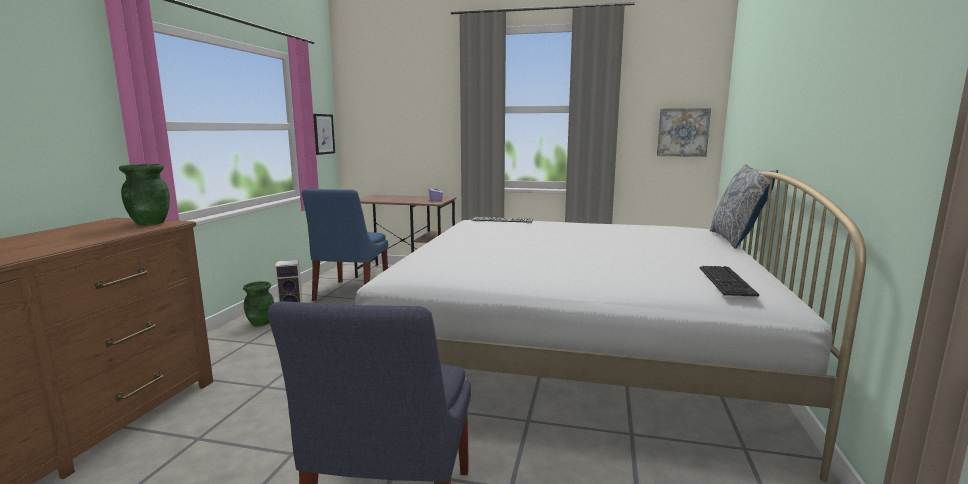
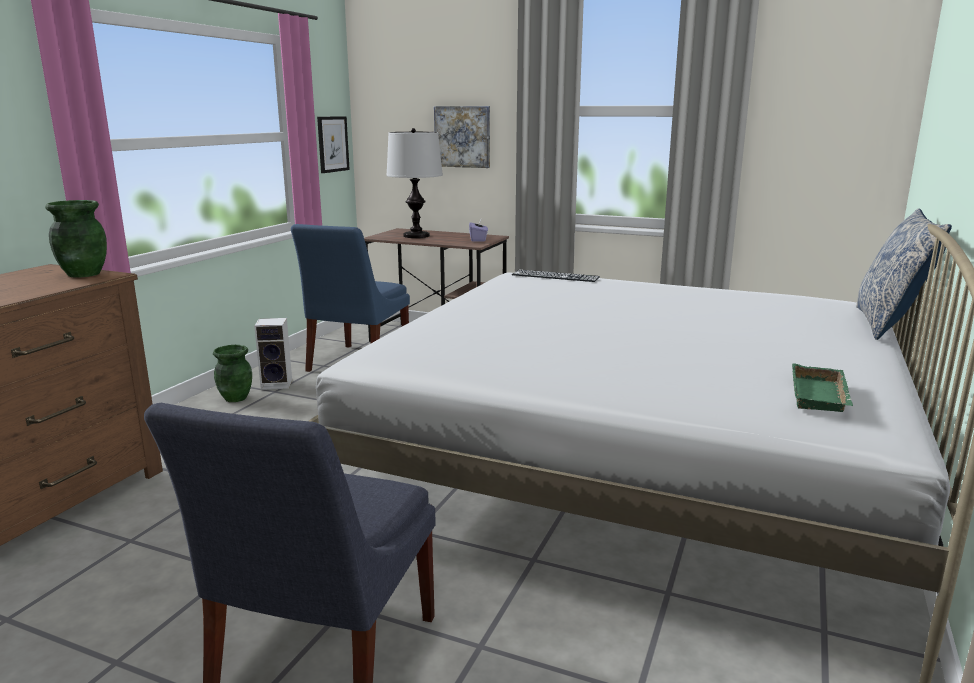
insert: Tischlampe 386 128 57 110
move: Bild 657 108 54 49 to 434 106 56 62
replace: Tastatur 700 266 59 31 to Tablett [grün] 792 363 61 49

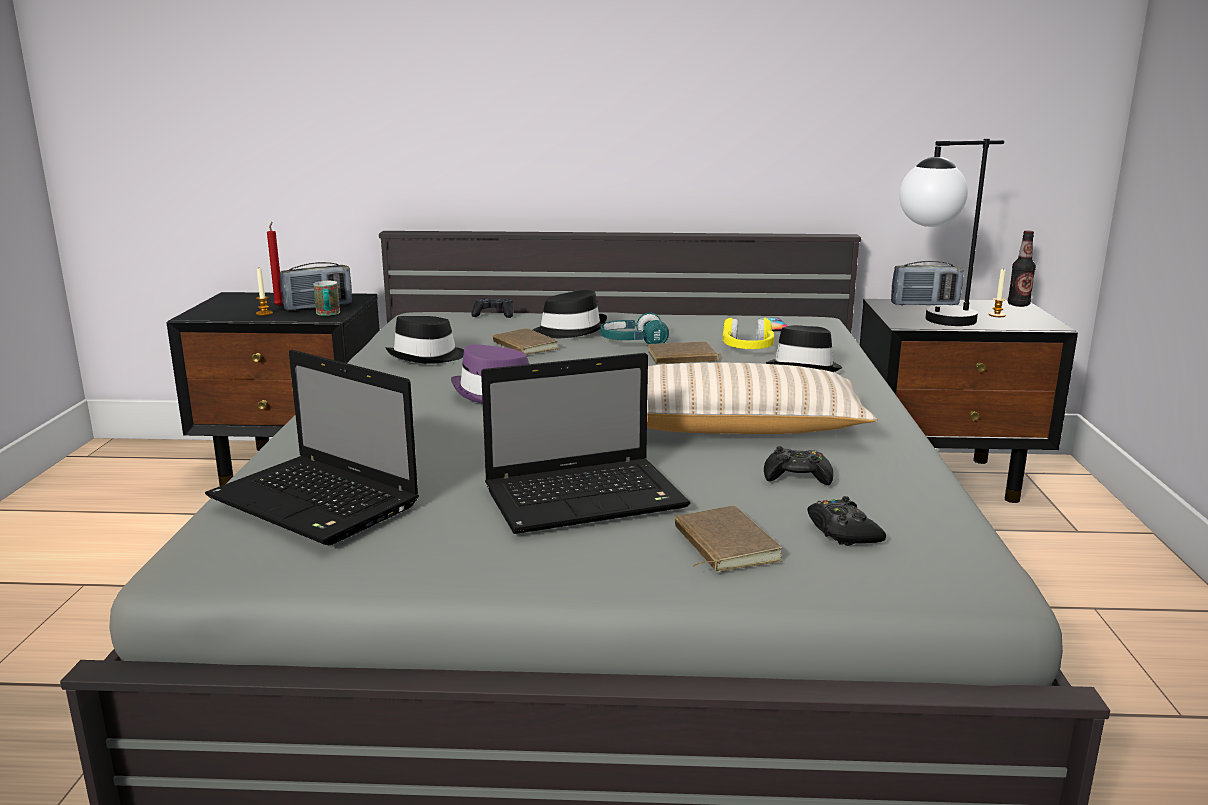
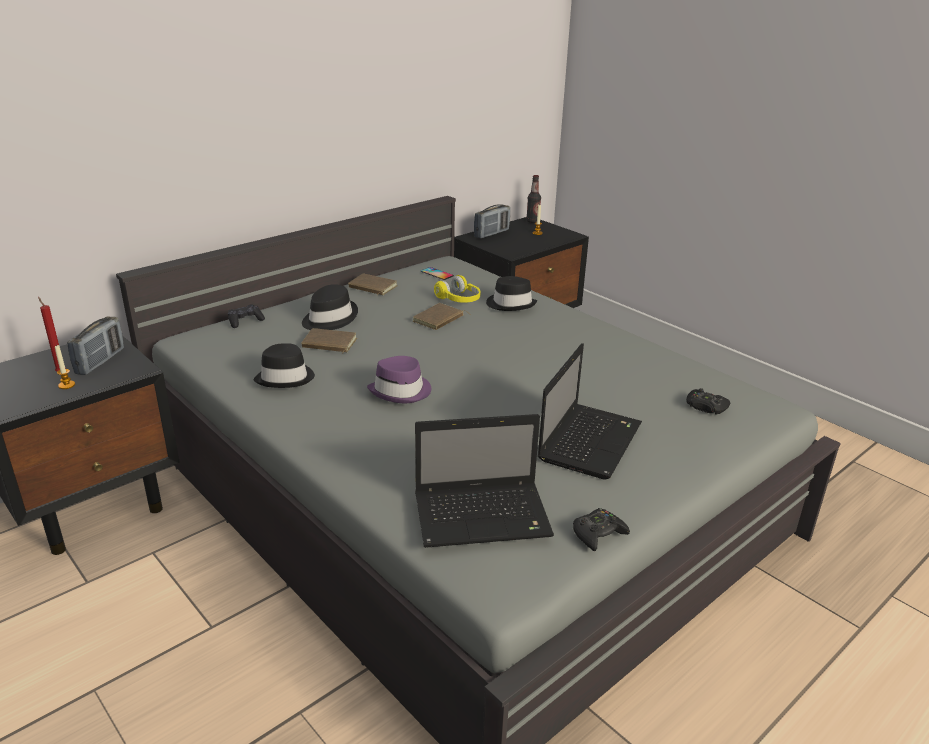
delete: Tischlampe 899 138 105 188; Henkelbecher 313 281 27 35; Kopfhörer [türkis] 600 313 69 31; Kissen [beige] 647 362 230 72
move: Gamepad [schwarz] 764 446 70 39 to 573 508 57 43; Buch [braun] 674 506 108 66 to 348 274 49 21

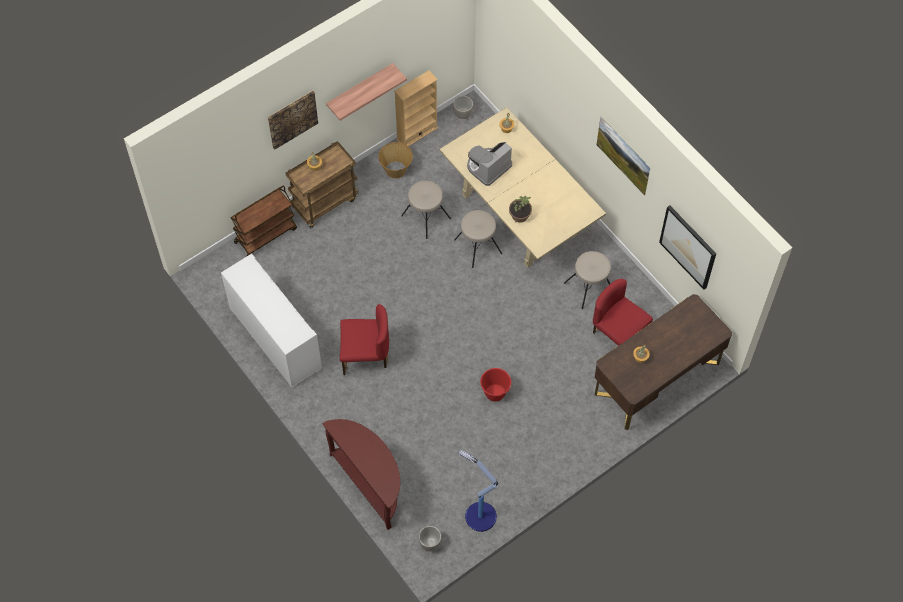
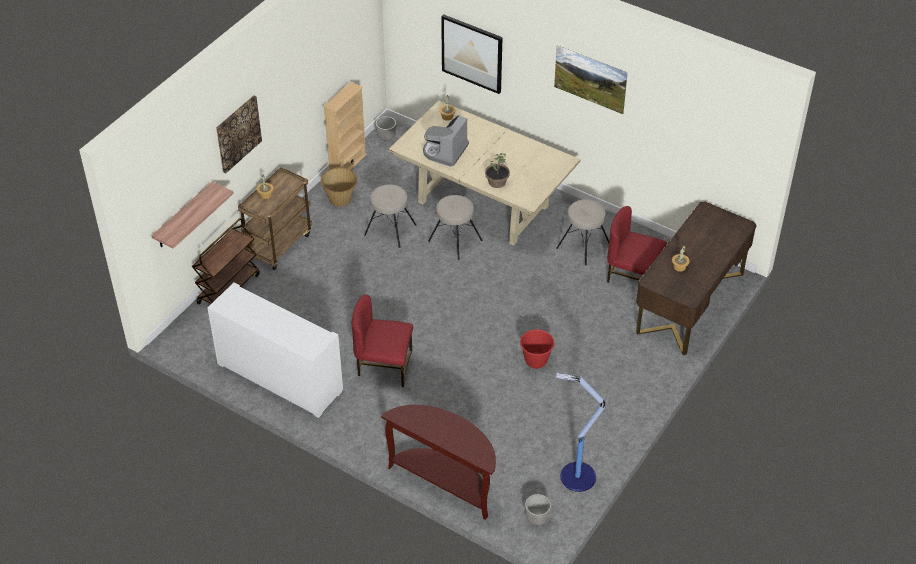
move: Wandregal 326 63 81 58 to 151 181 83 68; Bild 659 205 57 85 to 441 14 62 80
rotate: Stuhl [rot] 340 304 49 71 = 352 295 61 92 150 degrees counterclockwise

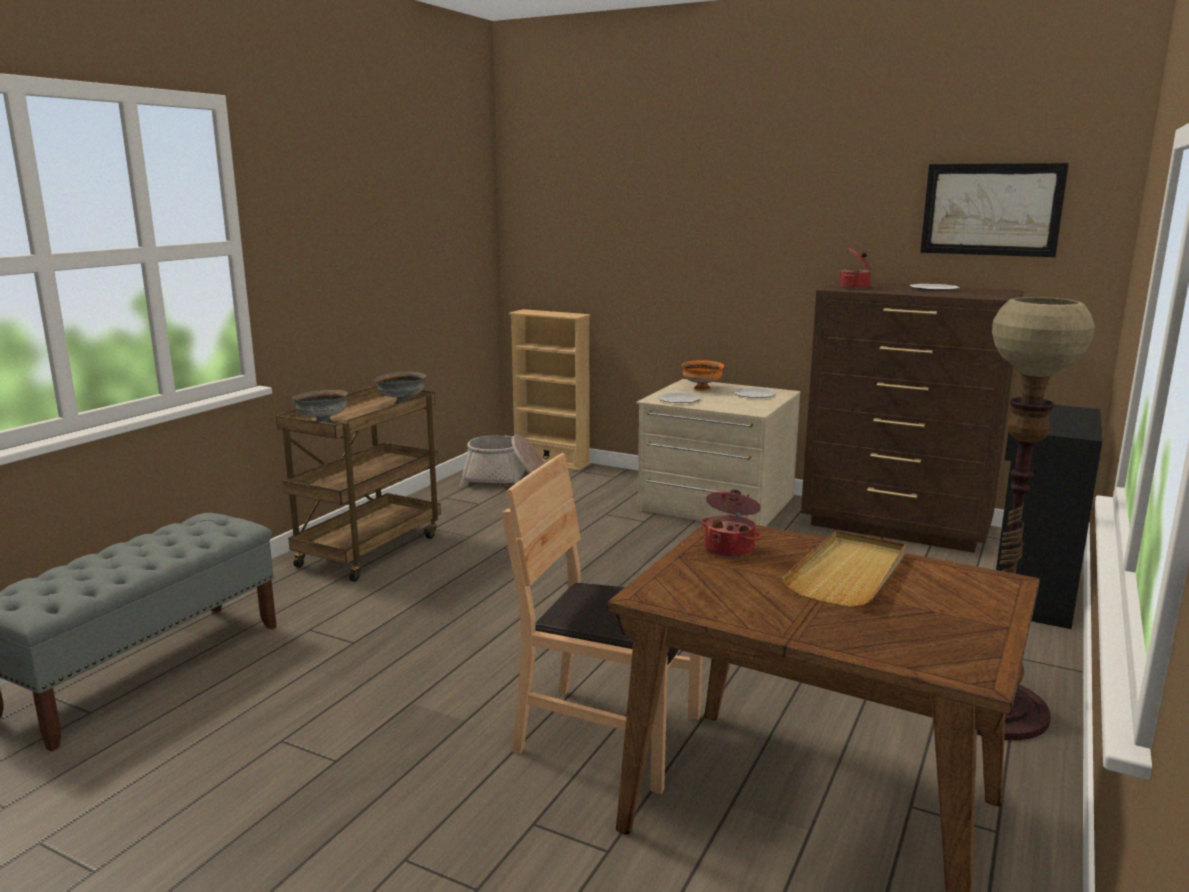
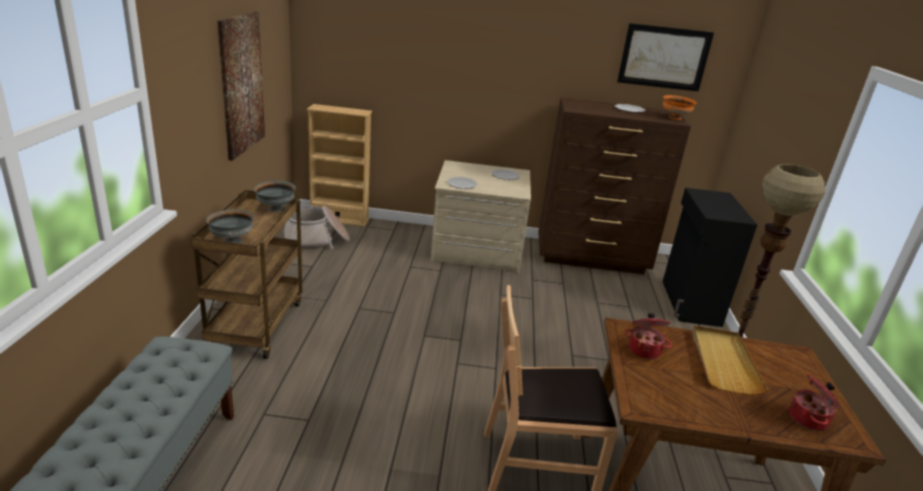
insert: Bild 217 12 48 149
move: Kochtopf 839 248 32 41 to 789 374 52 57; Schüssel [orange] 681 361 43 30 to 663 95 34 25

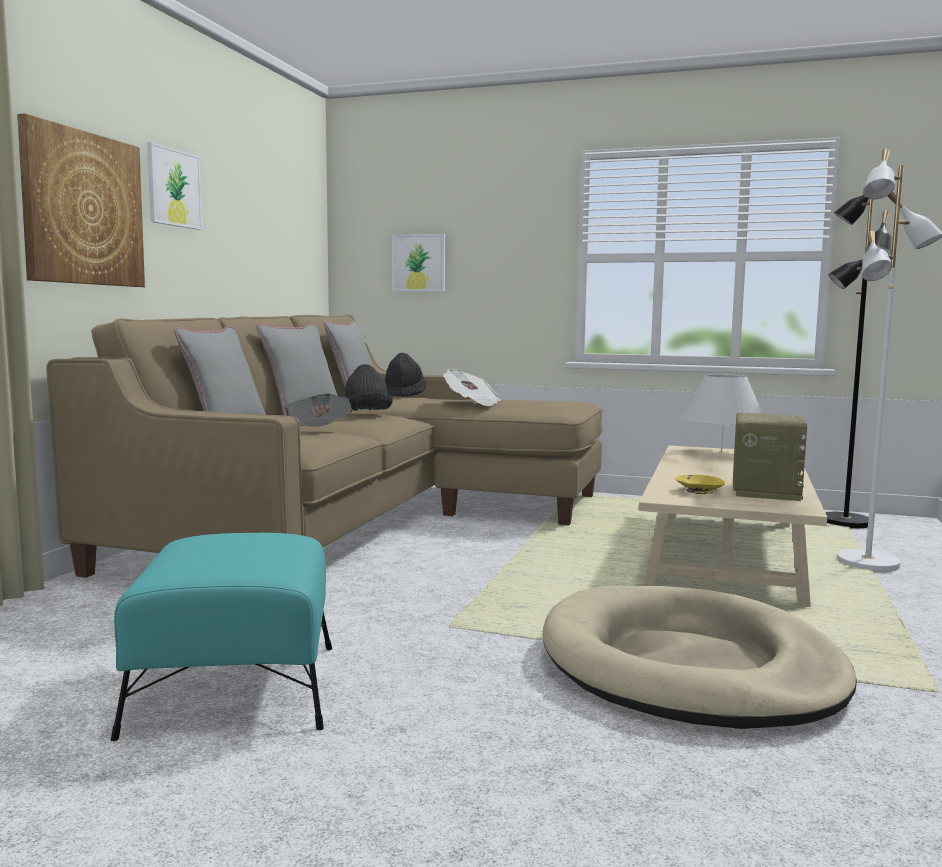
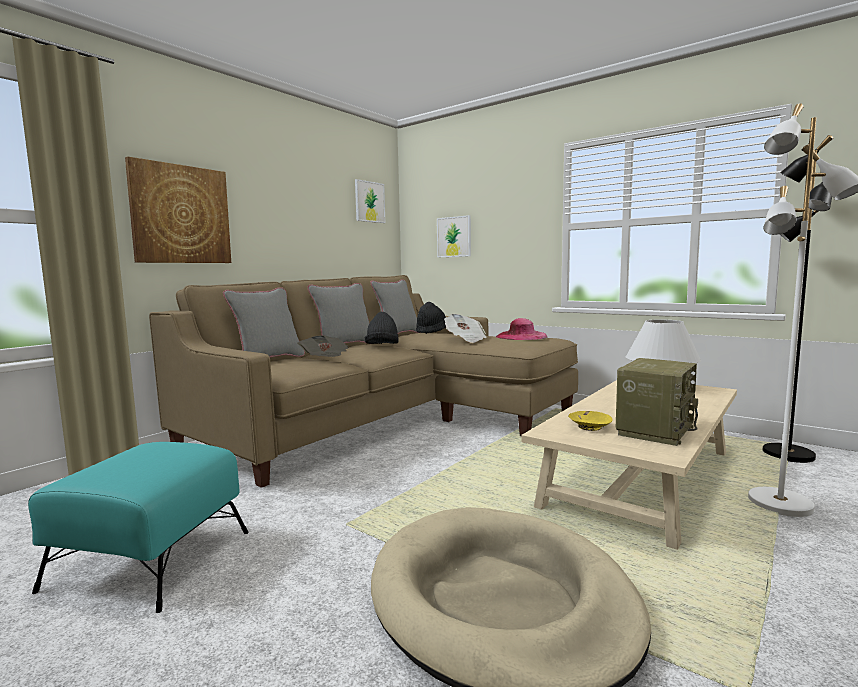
insert: Hut [rosa] 496 318 51 22
move: Bild 147 142 55 88 to 355 179 30 44

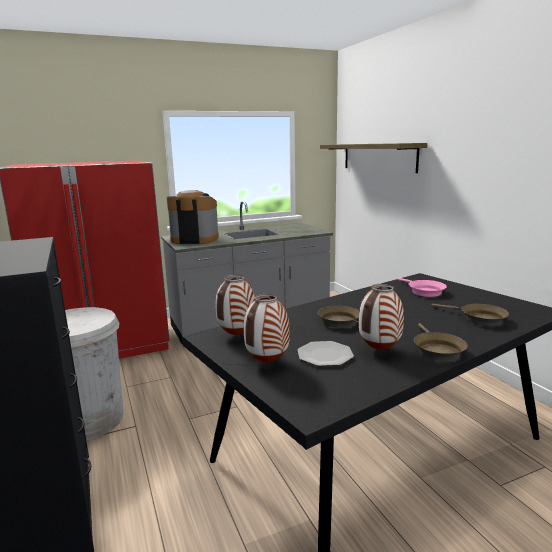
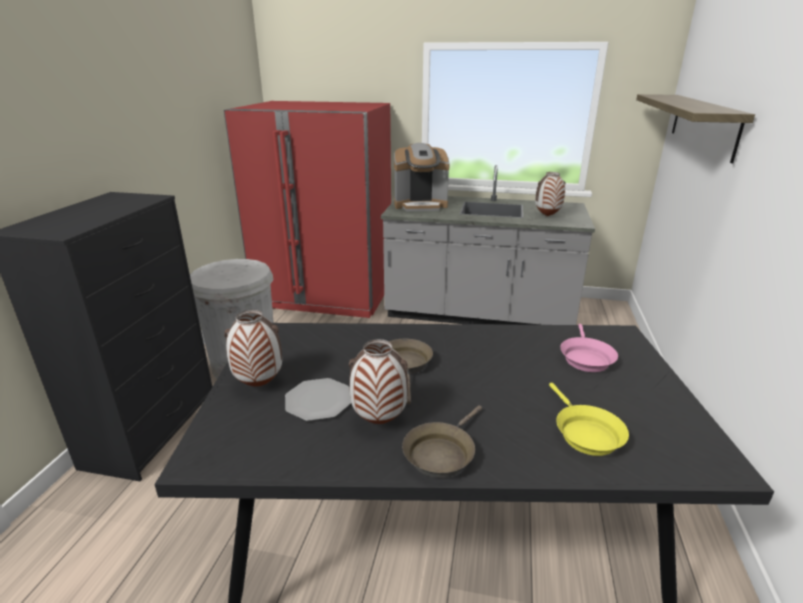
move: Vase 215 275 40 61 to 535 172 31 44
recolor: Pfanne [braun] 432 304 77 22 to Pfanne [gelb] 549 383 80 73
rotate: Kaffeemaschine 167 190 52 54 = 394 143 56 68 135 degrees clockwise

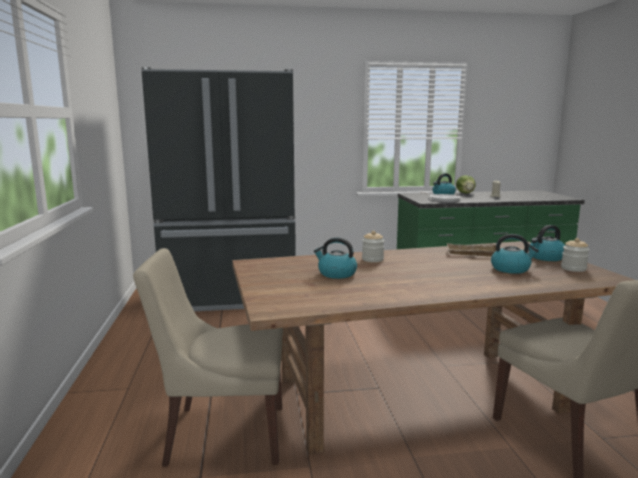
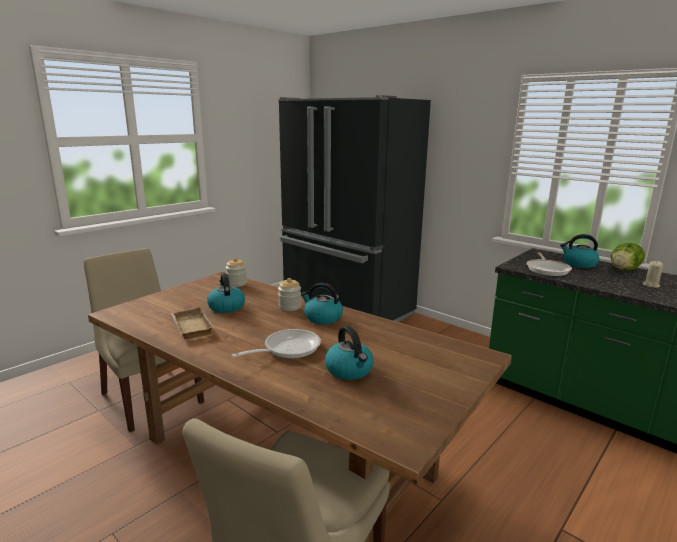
insert: Pfanne 231 329 90 30
move: Wasserkessel 529 225 36 36 to 301 283 42 41; Vorratsglas 561 238 28 34 to 226 258 21 29; Tablett [beige] 447 243 50 14 to 171 307 43 32

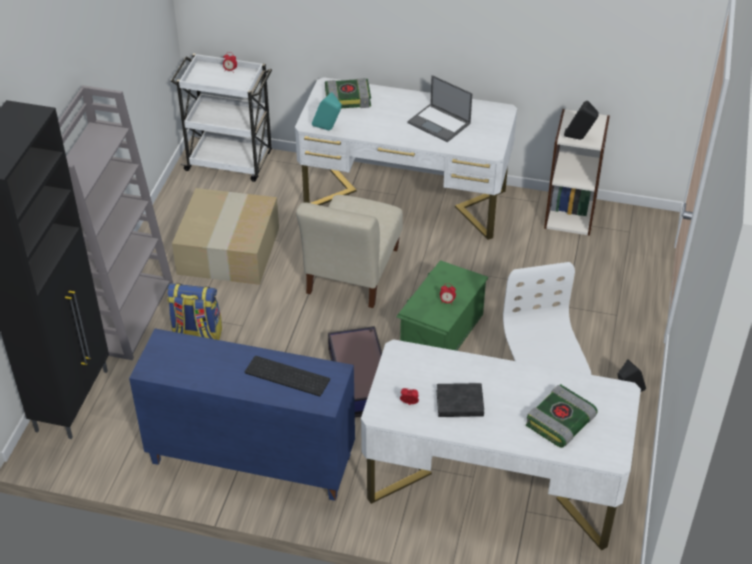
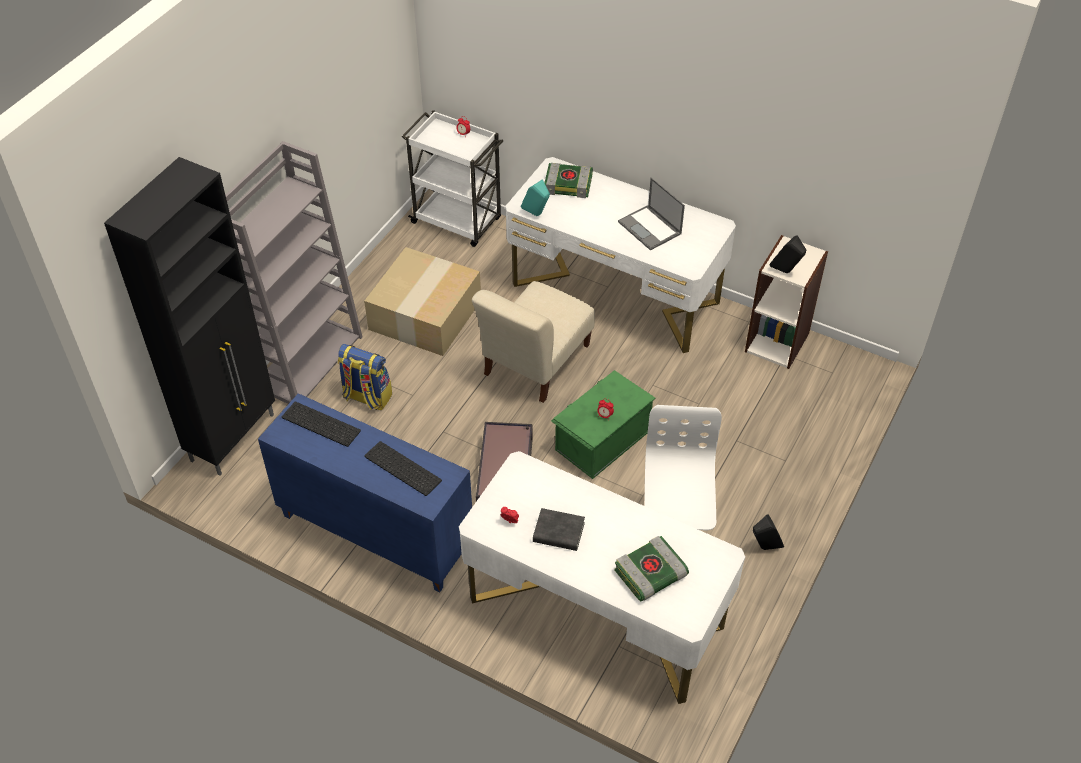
insert: Tastatur 282 401 79 46

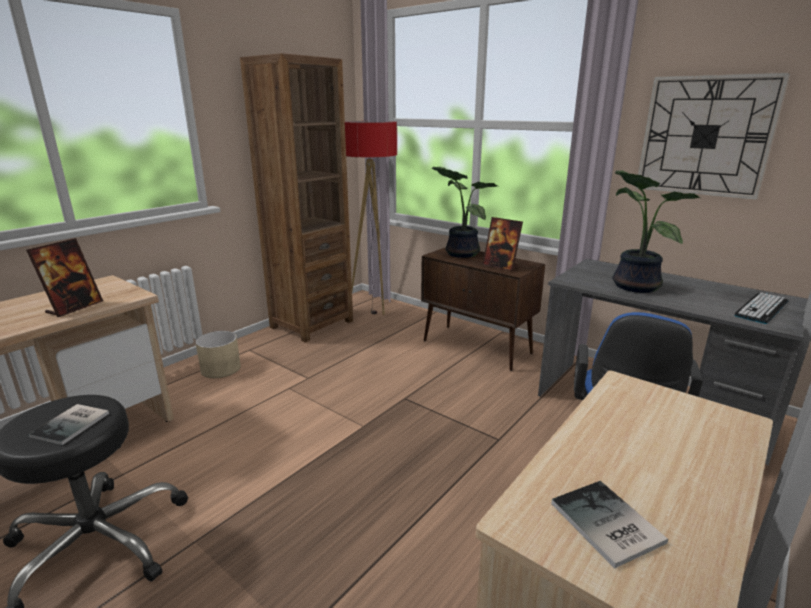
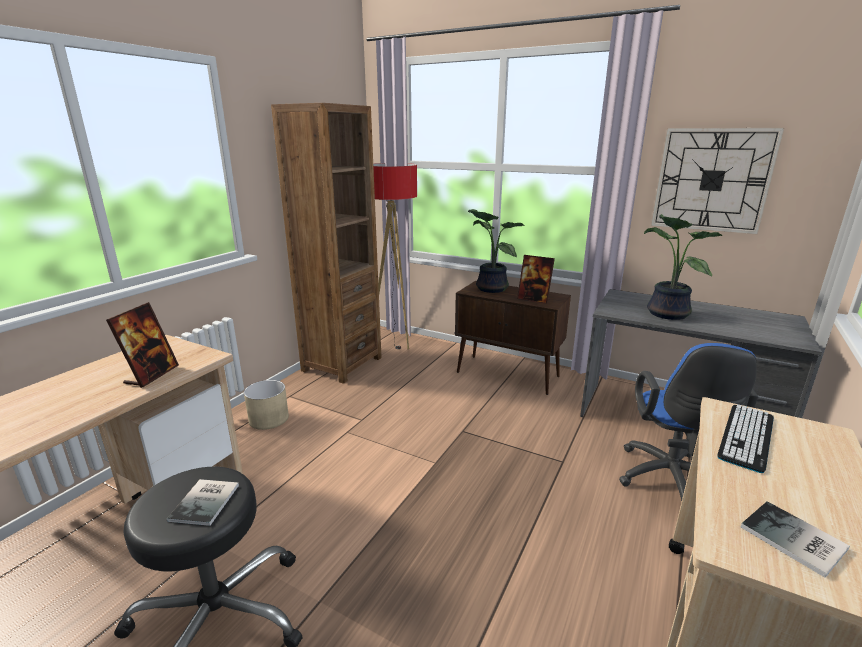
move: Tastatur 734 293 55 31 to 718 404 56 69

